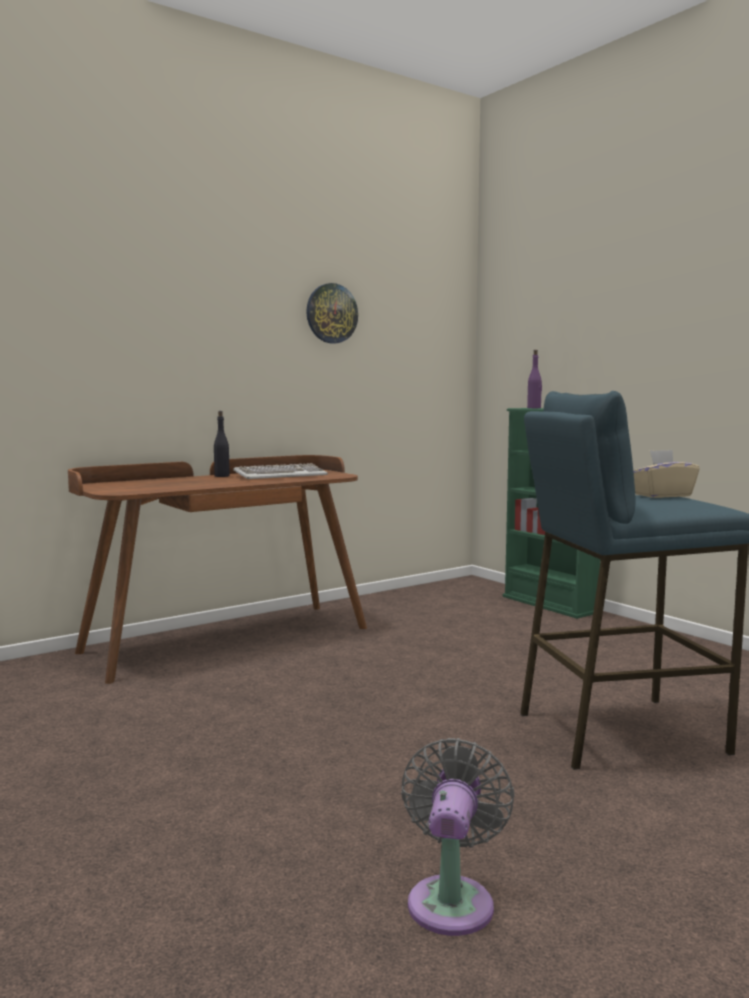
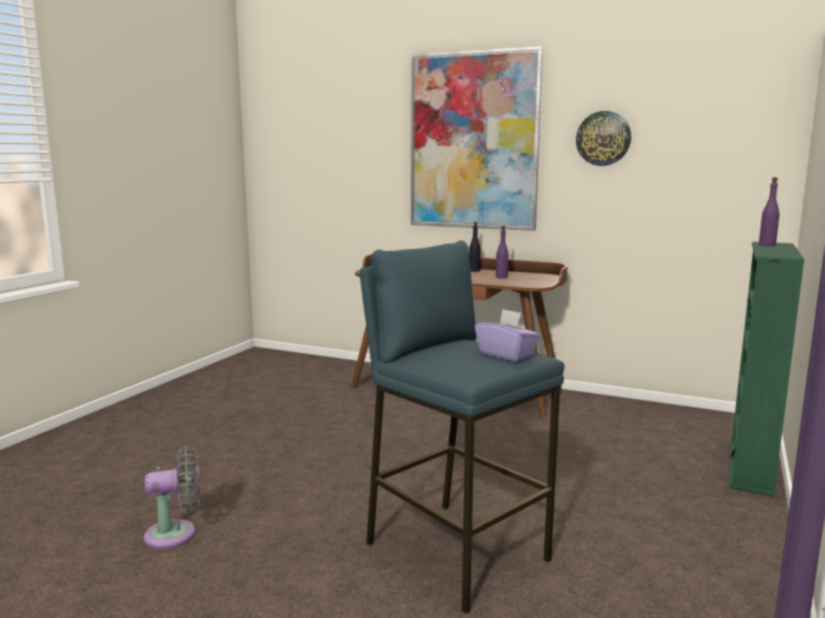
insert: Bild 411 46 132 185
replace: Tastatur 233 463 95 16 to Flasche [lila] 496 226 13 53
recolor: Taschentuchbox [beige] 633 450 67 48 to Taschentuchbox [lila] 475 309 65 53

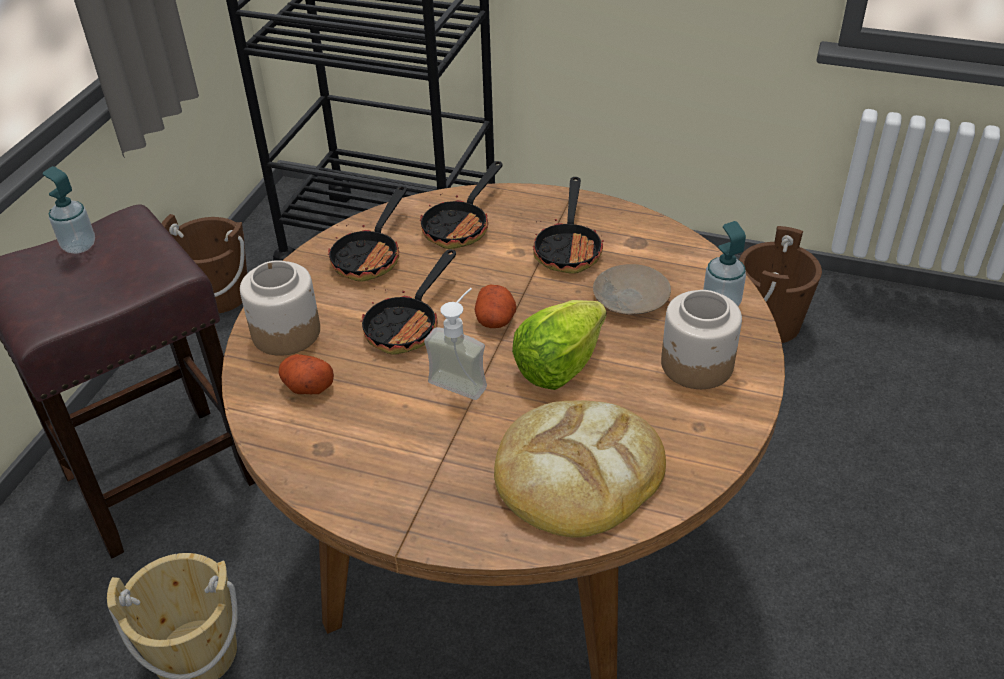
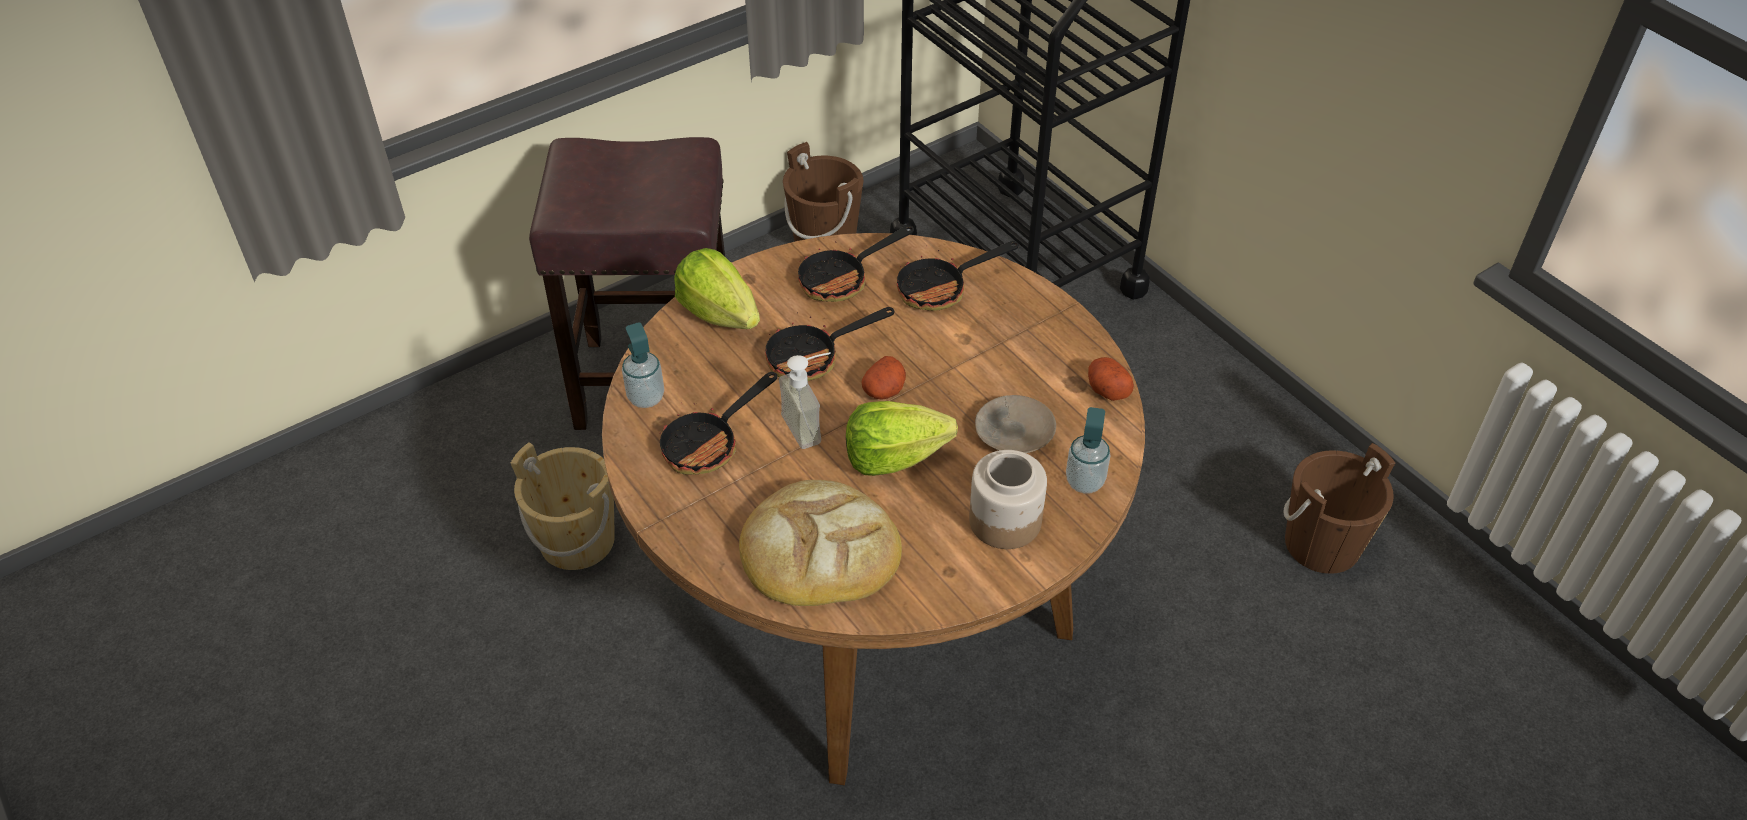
move: Seifenspender 43 166 52 88 to 622 322 42 86; Pfanne 533 177 71 97 to 659 372 118 103; Kartoffel 279 354 55 40 to 1088 357 46 44
replace: Vorratsglas 240 260 80 96 to Salatkopf 674 248 86 81

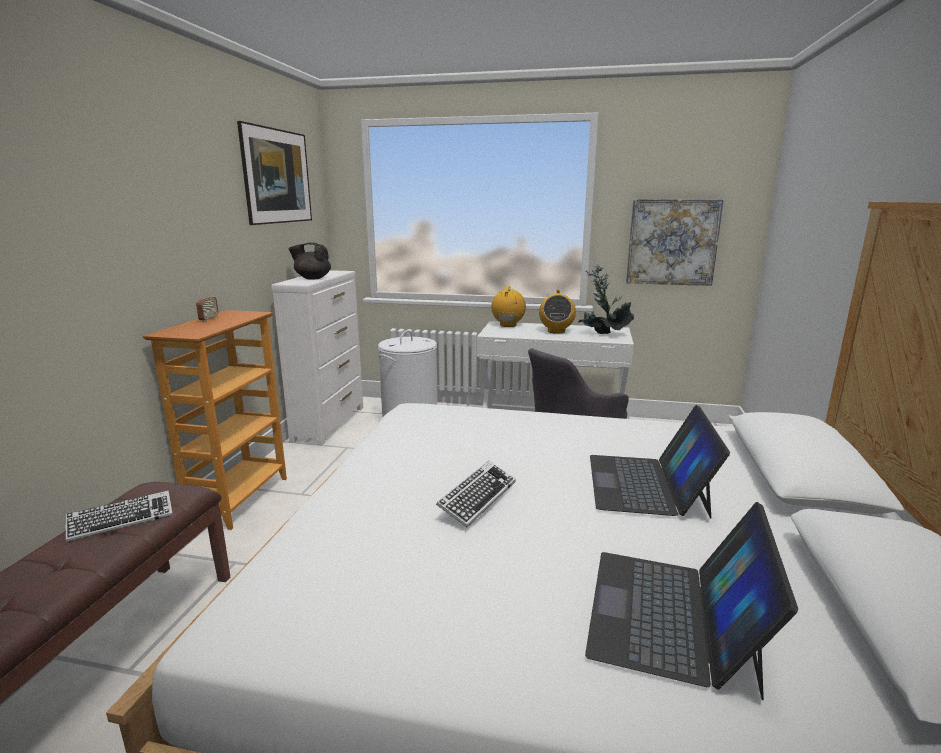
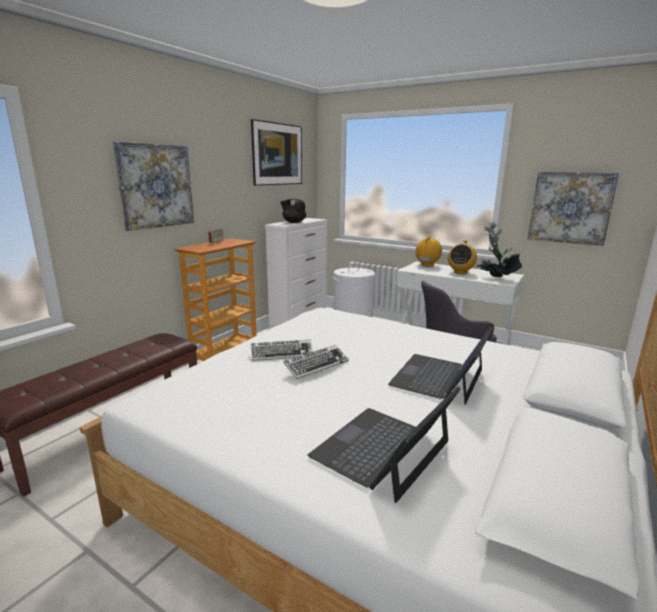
insert: Bild 113 142 81 89
move: Tastatur 65 491 108 51 to 251 340 62 21

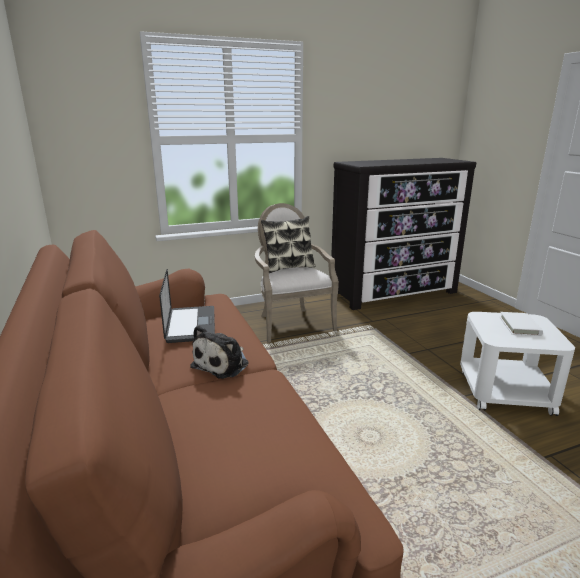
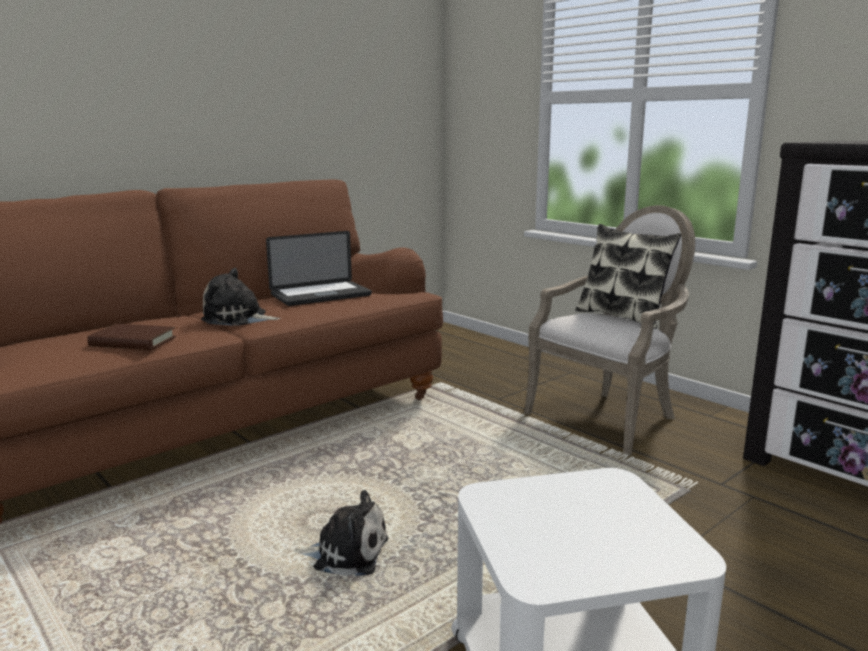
delete: Buch [weiß] 500 312 43 24
insert: Buch [braun] 87 324 89 26; Plüschtier 292 490 96 86

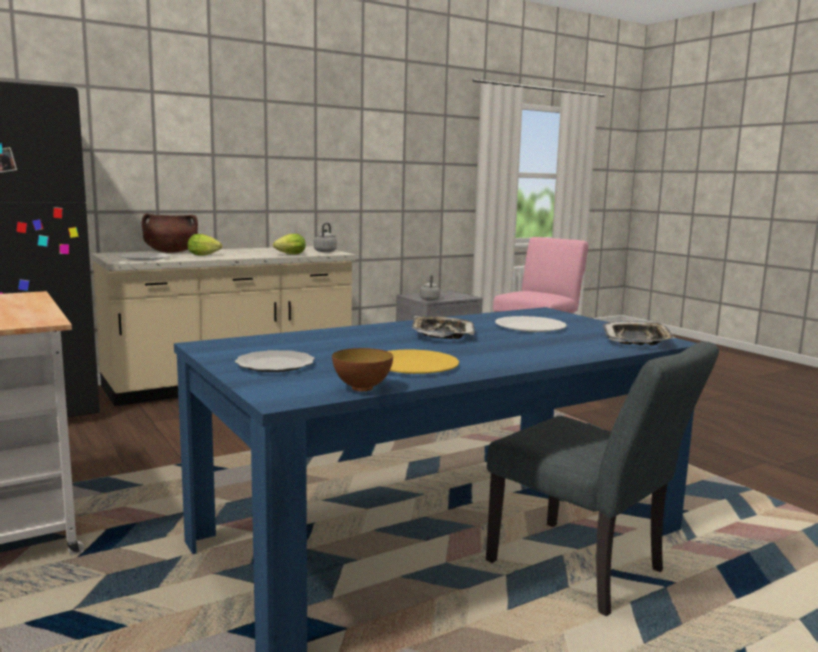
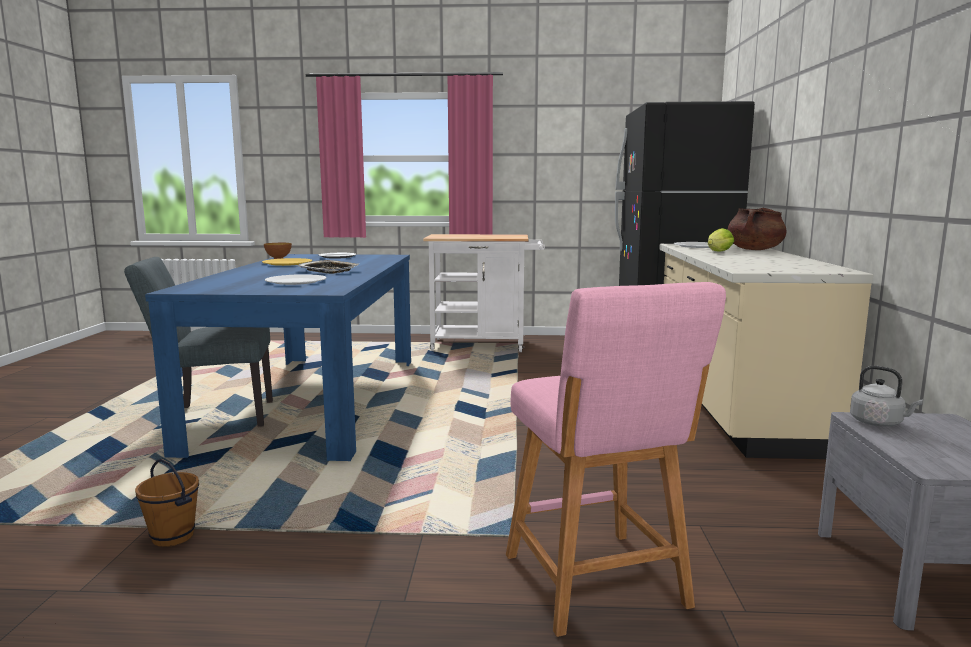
delete: Wasserkessel [grau] 314 223 23 29; Salatkopf 273 234 33 20; Tablett 603 321 72 24
insert: Eimer [braun] 135 459 64 88

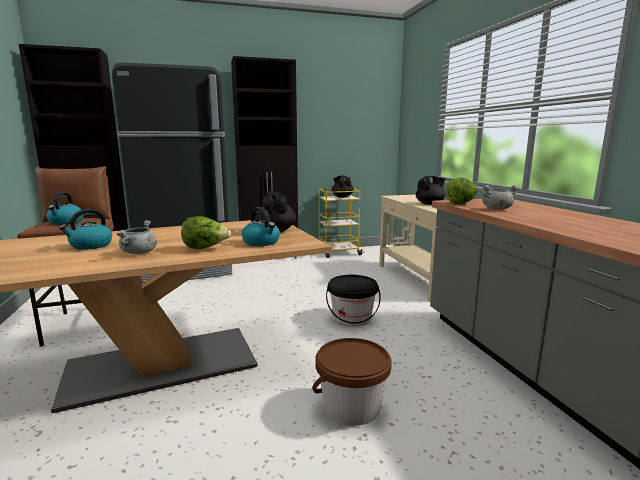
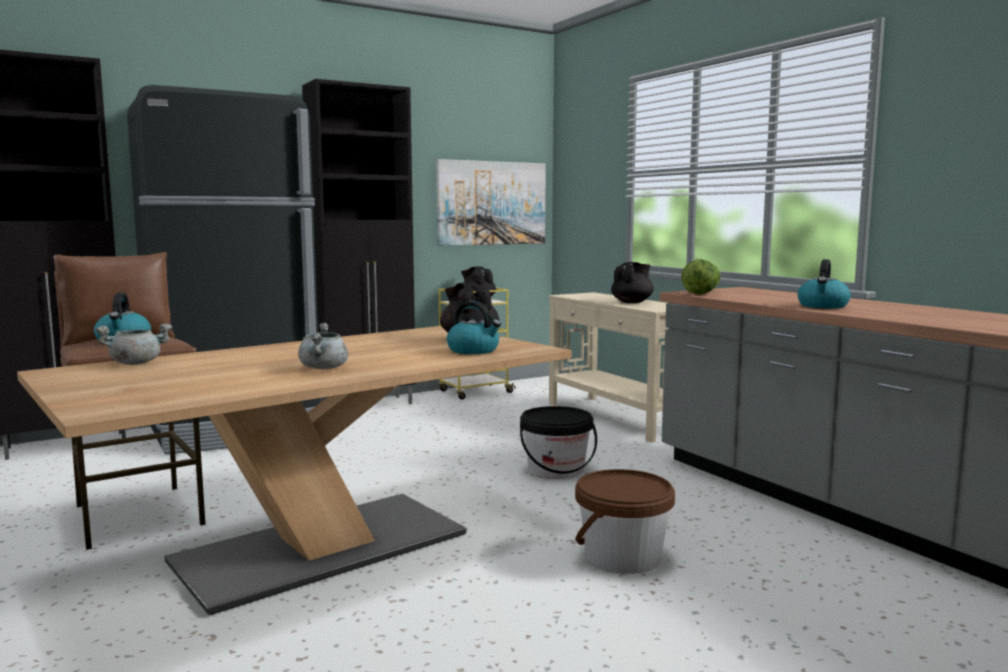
delete: Salatkopf 181 216 50 33
insert: Bild 436 159 110 87
move: Kochtopf [grau] 482 185 37 25 to 95 323 78 42; Wasserkessel 59 209 53 41 to 798 259 53 50

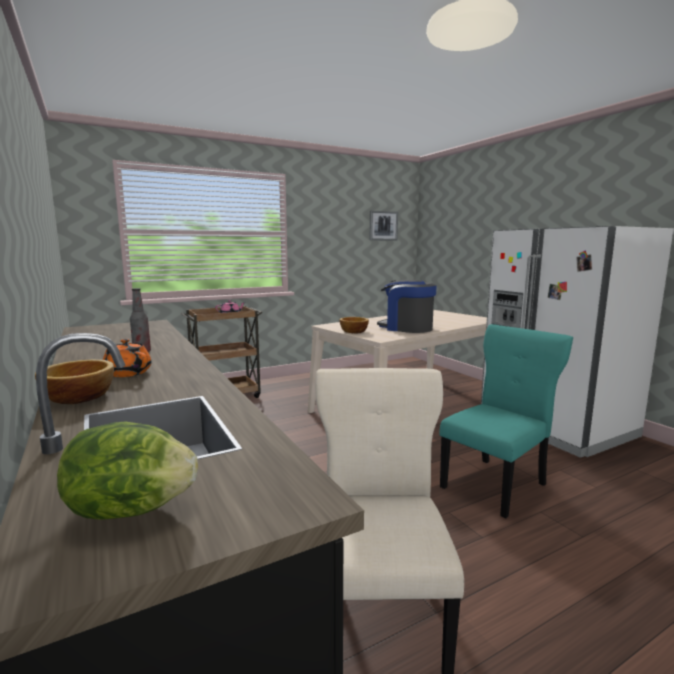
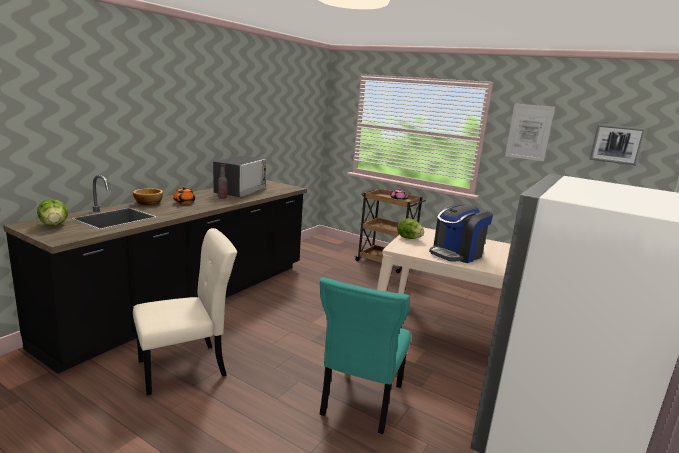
insert: Bild 505 103 50 58; Mikrowelle 213 156 53 41
replace: Schüssel 339 317 30 16 to Salatkopf 397 218 27 21
rotate: Kaffeemaschine 377 280 60 53 = 429 204 64 59 135 degrees counterclockwise; Stuhl [türkis] 439 324 134 194 = 319 277 92 157 90 degrees clockwise

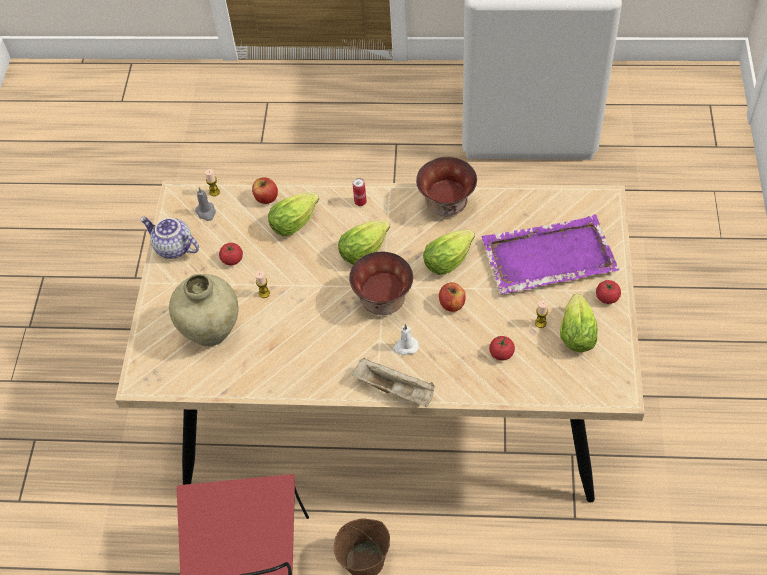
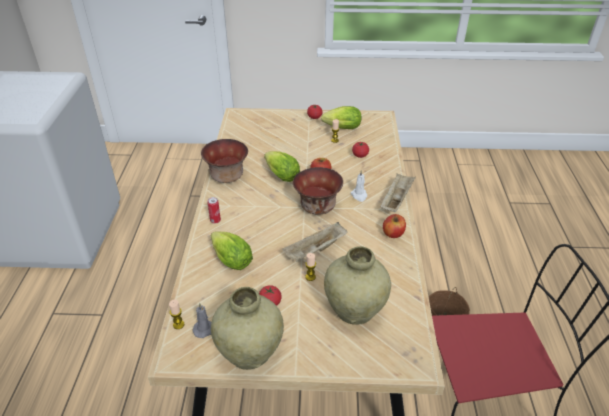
delete: Tablett [lila] 482 214 137 80; Salatkopf 338 220 52 45
insert: Tablett [beige] 282 222 65 39
move: Apfel 252 177 26 27 to 383 214 23 24
replace: Teekanne 140 217 59 42 to Vase [beige] 211 287 73 83

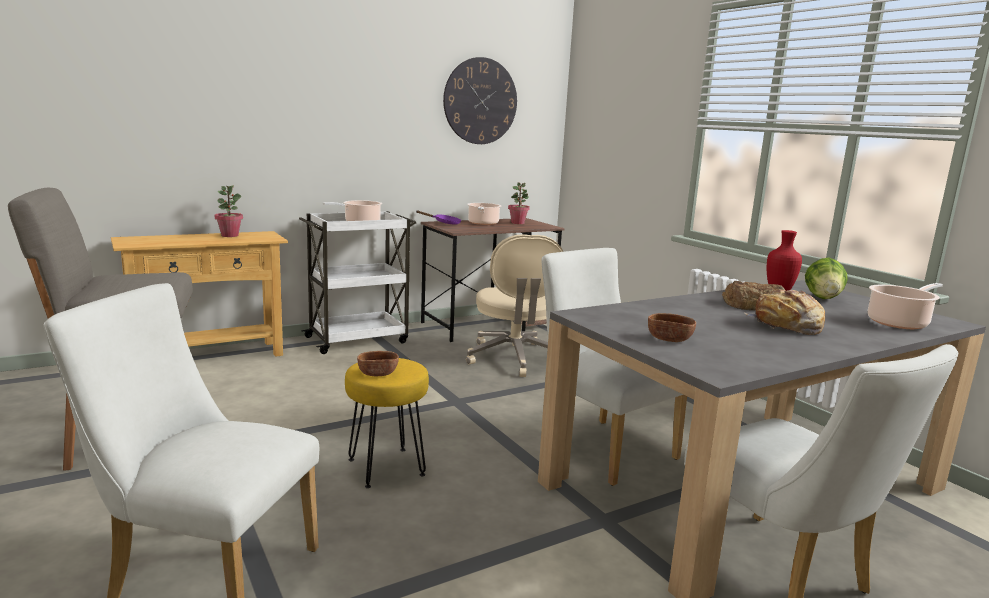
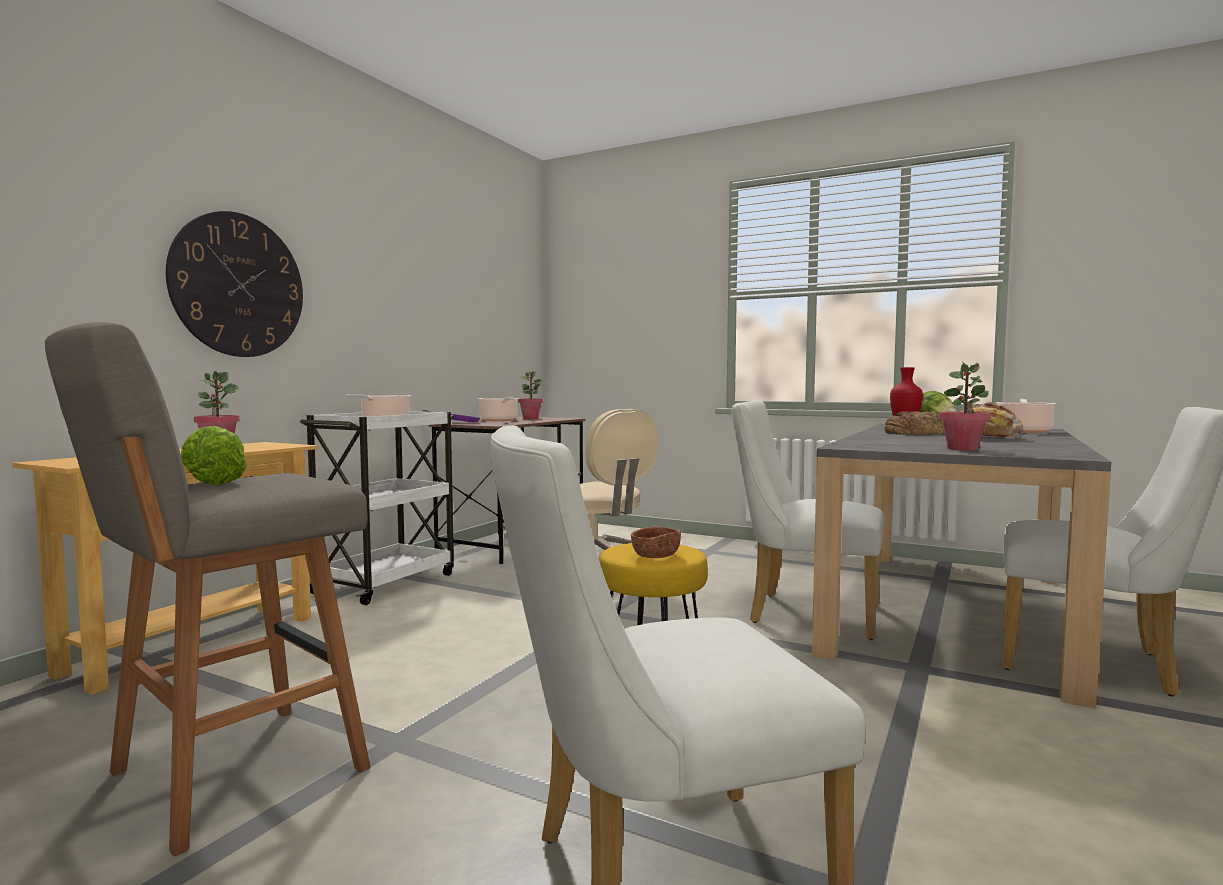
insert: Salatkopf 181 426 66 59
move: Wanduhr 443 57 74 87 to 166 211 137 146
replace: Schüssel [braun] 648 313 48 29 to Topfpflanze 939 362 51 88

